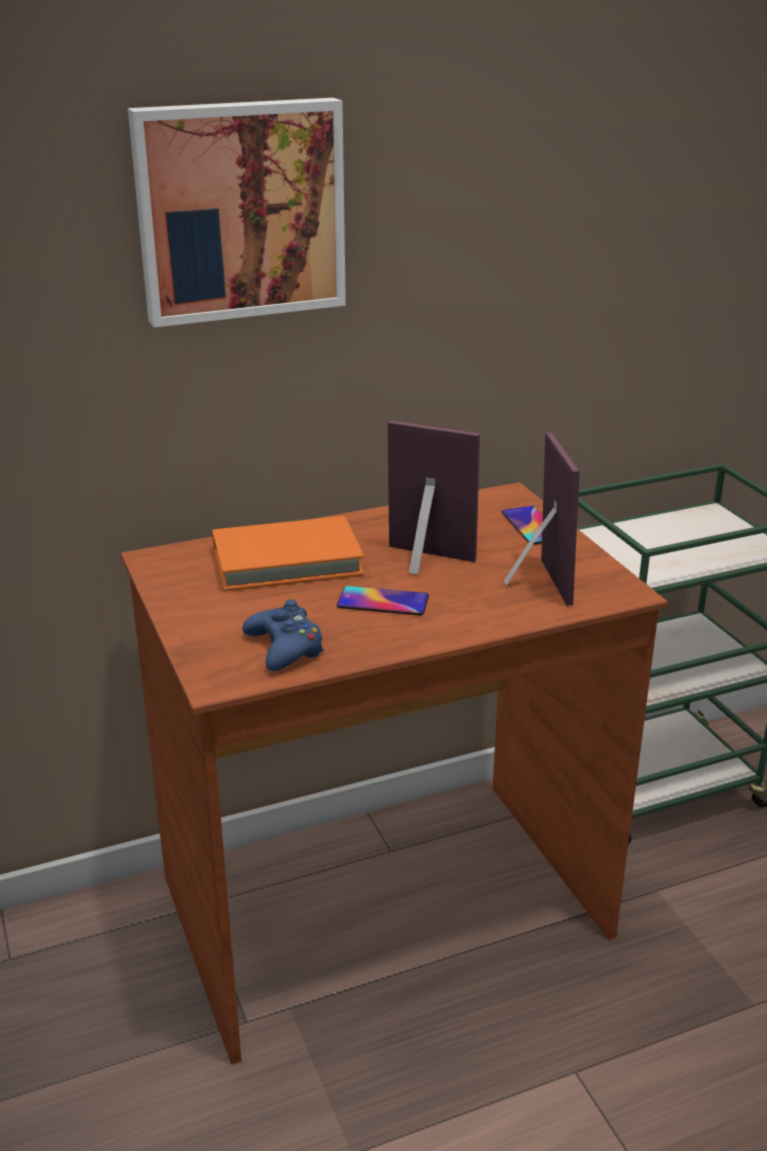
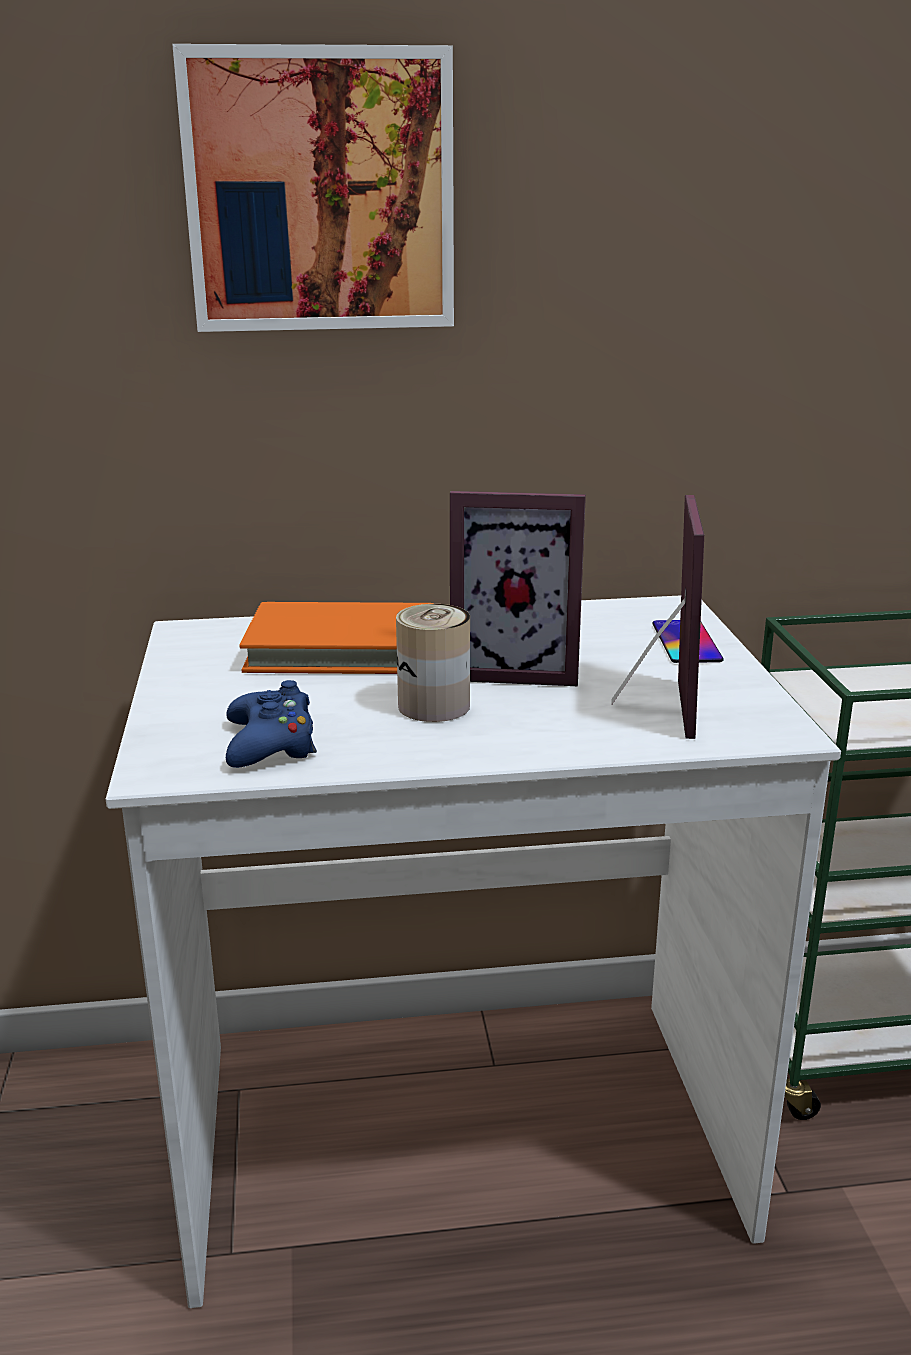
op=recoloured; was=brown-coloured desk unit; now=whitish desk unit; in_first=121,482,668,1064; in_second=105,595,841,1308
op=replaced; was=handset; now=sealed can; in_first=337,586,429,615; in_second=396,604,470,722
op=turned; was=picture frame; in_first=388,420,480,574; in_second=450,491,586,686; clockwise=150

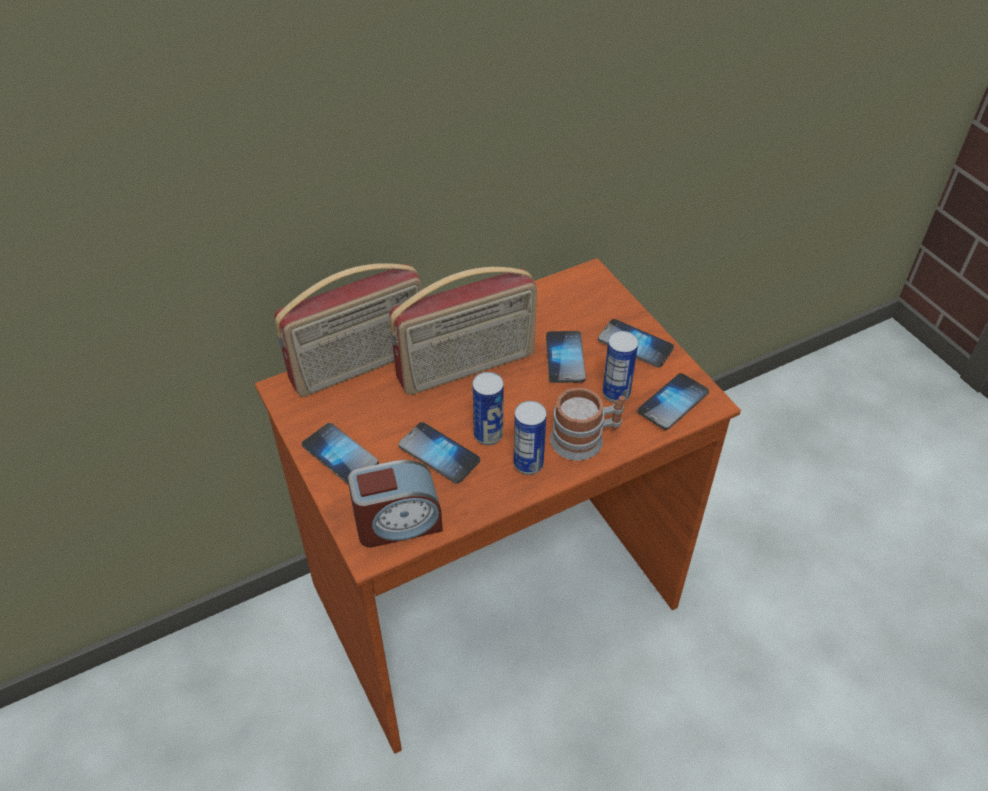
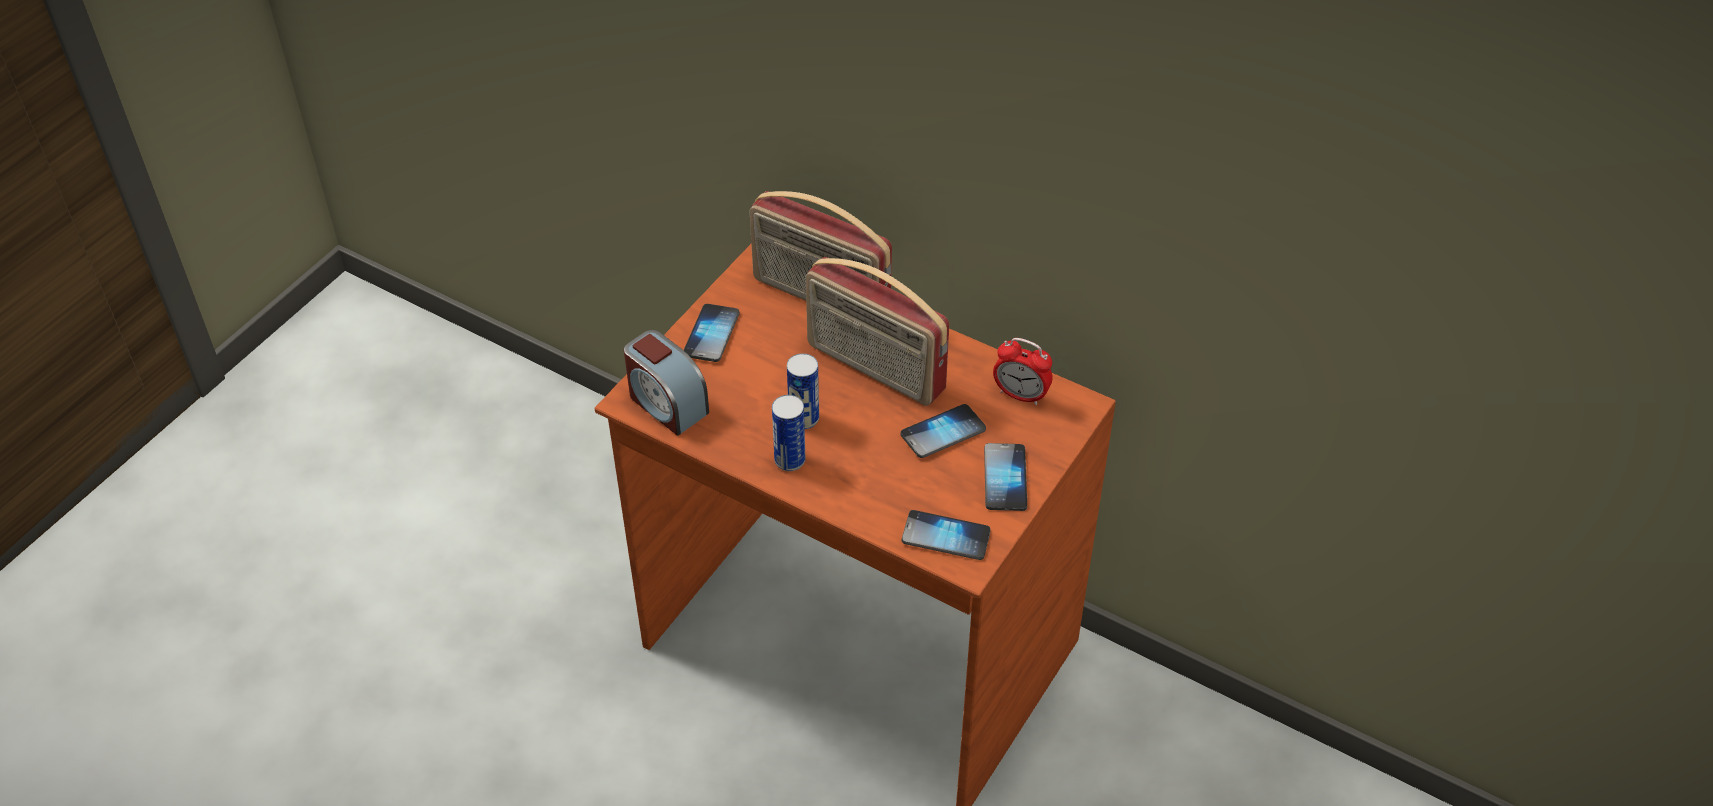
op=added; now=bedside clock; in_second=993,338,1053,405
op=removed; was=handset; in_first=398,422,480,484
op=removed; was=mug; in_first=550,388,625,461
op=removed; was=sealed can; in_first=602,331,638,403

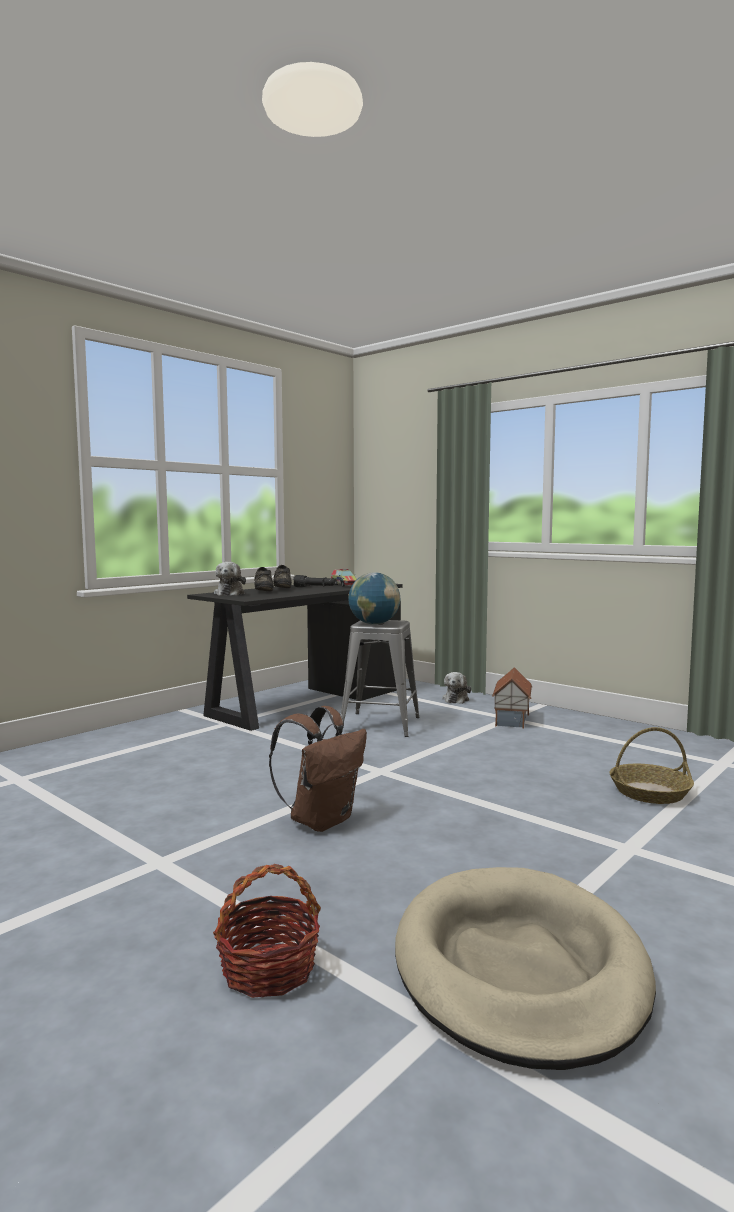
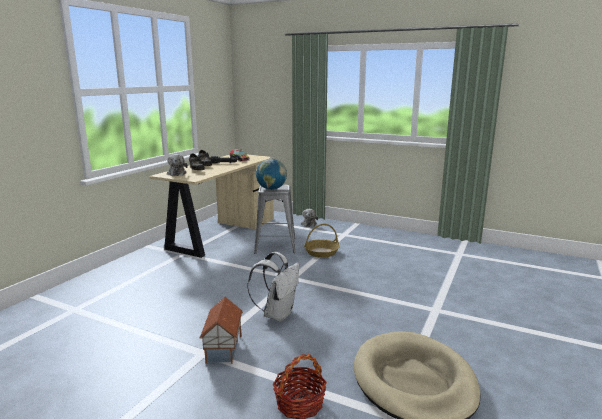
op=recoloured; was=black-coloured desk unit; now=beige-coloured desk unit; in_first=187,584,403,731; in_second=149,155,274,258
op=moved; was=miniature house; in_first=492,667,533,728; in_second=199,297,243,364
op=recoloured; was=brown-coloured knapsack; now=whitish knapsack; in_first=269,706,367,832; in_second=247,252,299,322
op=moved; was=basket; in_first=610,727,694,804; in_second=304,224,340,258

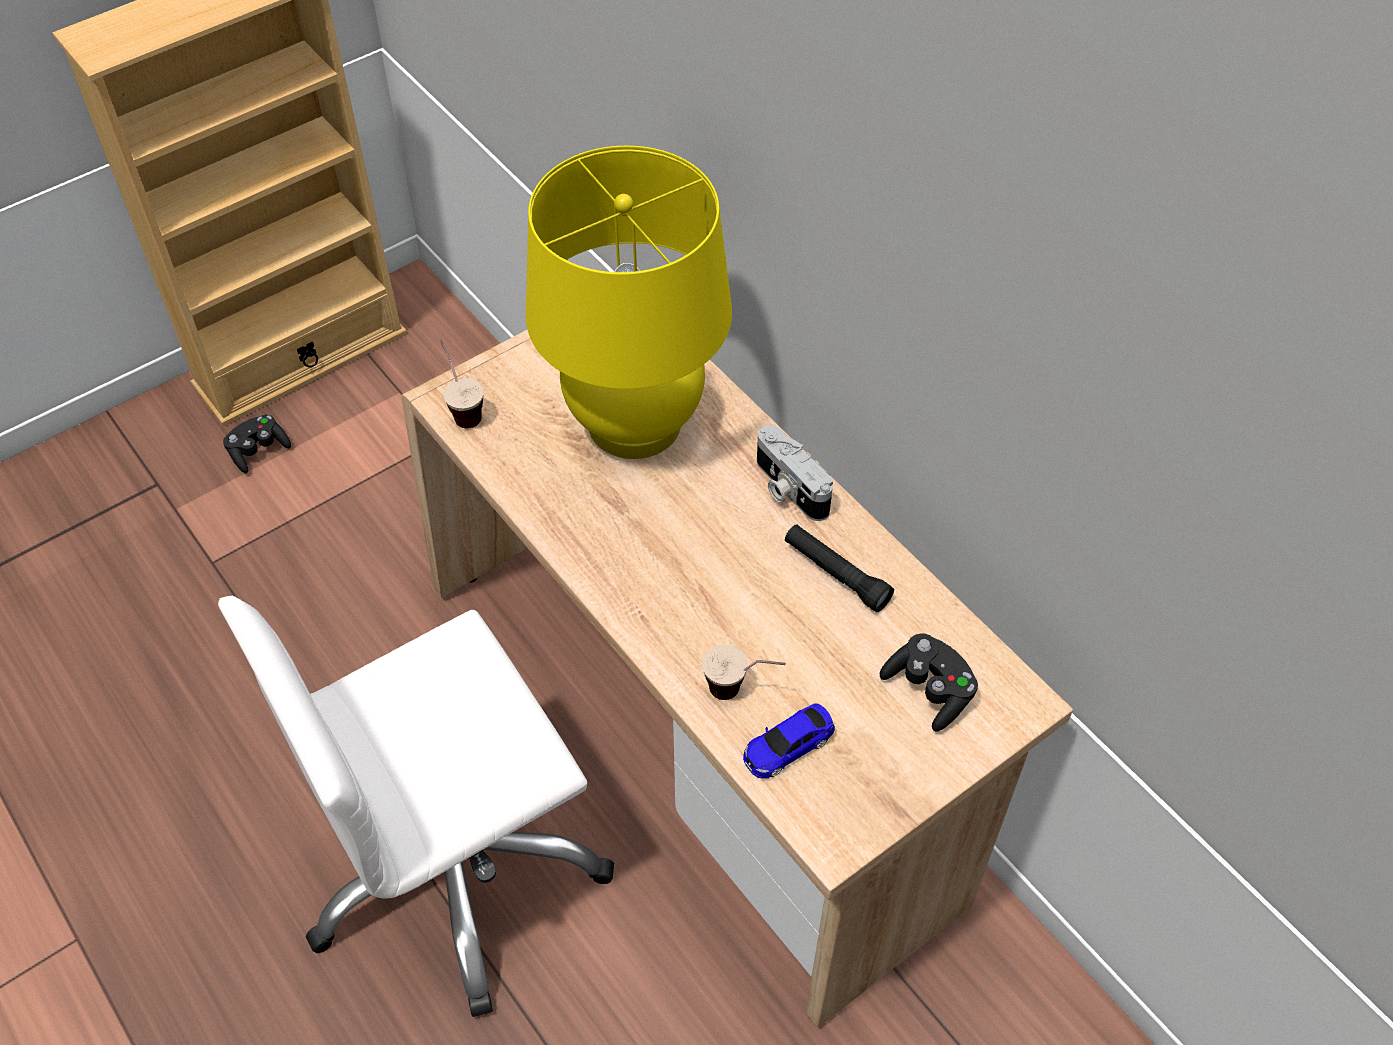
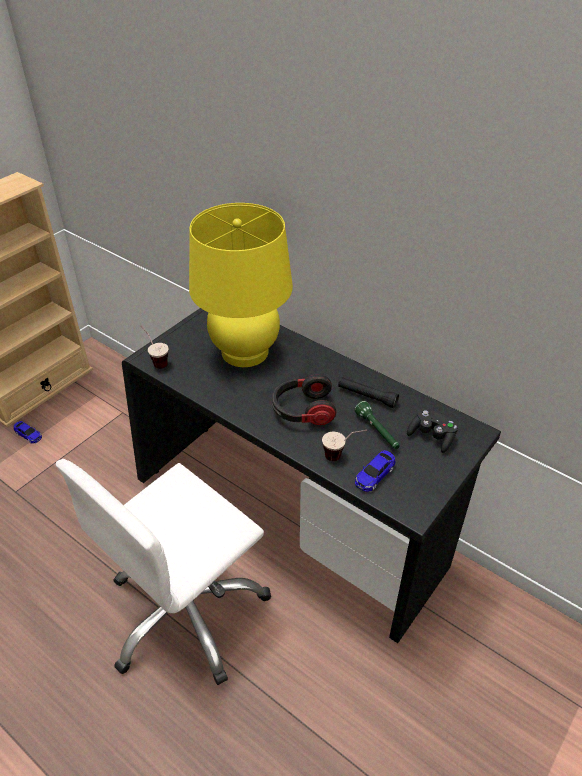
op=replaced; was=black-coloured gamepad; now=toy car; in_first=223,415,291,474; in_second=14,421,42,443
op=recoloured; was=beige-coloured desk unit; now=black-coloured desk unit; in_first=401,330,1073,1027; in_second=122,308,501,643
op=added; now=headphones; in_second=272,374,336,425
op=added; now=green flashlight; in_second=355,401,400,449
op=removed; was=still camera; in_first=757,425,833,521

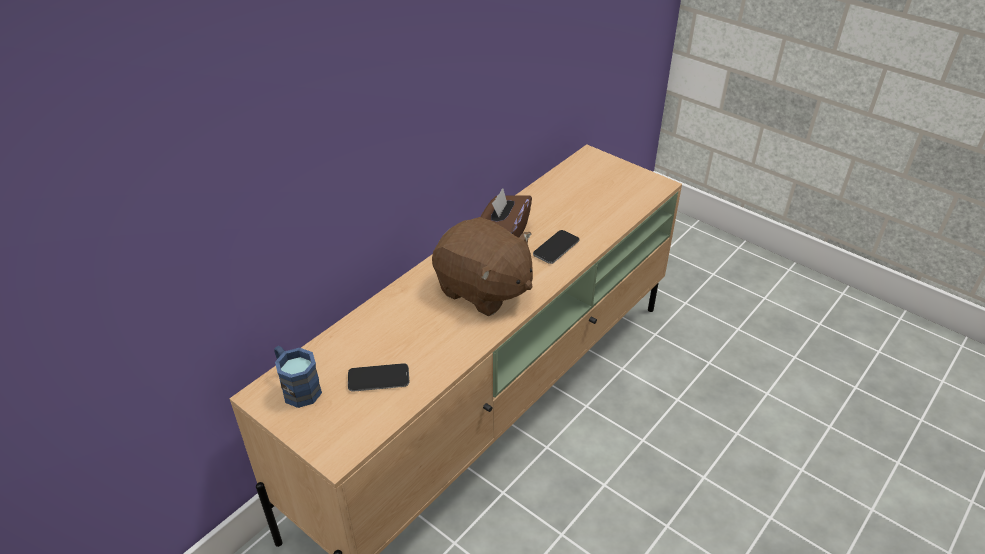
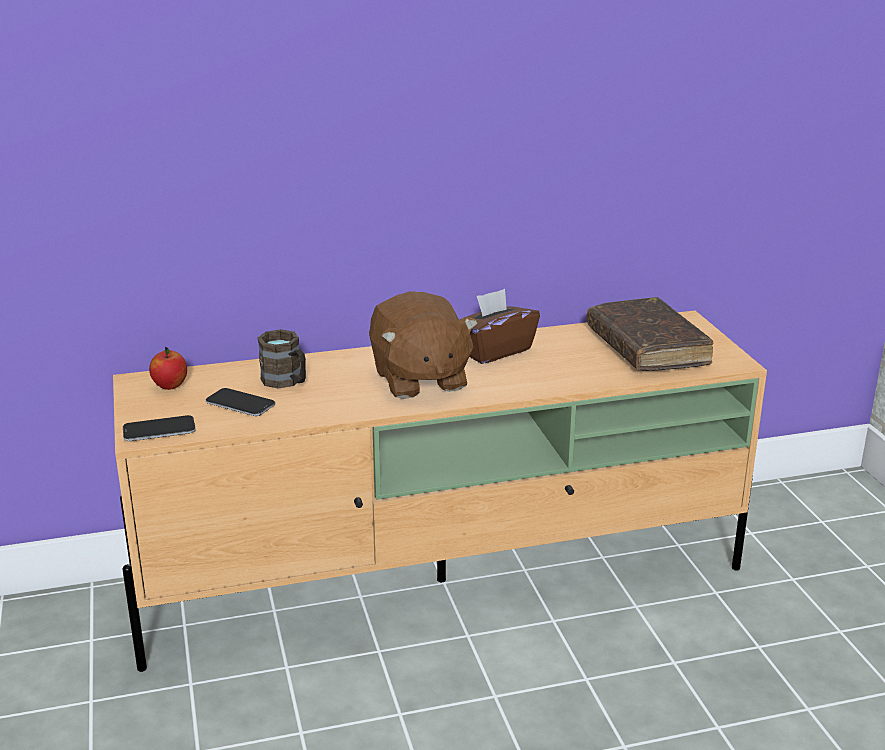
op=moved; was=handset; in_first=533,230,579,264; in_second=123,415,196,441
op=replaced; was=blue mug; now=apple fruit; in_first=274,346,322,408; in_second=149,347,187,390
op=added; now=brown-coloured mug; in_second=258,329,306,389
op=added; now=brown-coloured bound book; in_second=586,297,713,371

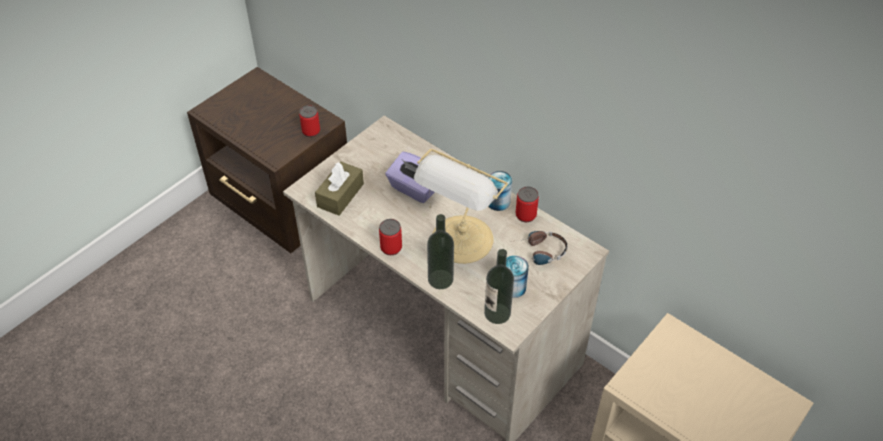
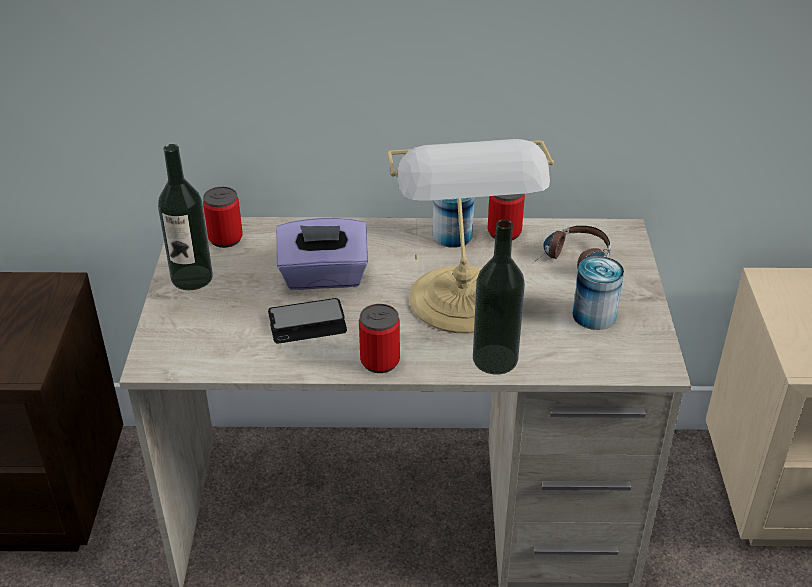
op=moved; was=bottle; in_first=484,249,514,324; in_second=158,144,213,290
op=moved; was=sealed can; in_first=299,105,320,137; in_second=203,187,243,248
op=added; now=handset; in_second=268,298,347,344
op=removed; was=brown-coloured box of tissues; in_first=315,161,364,216

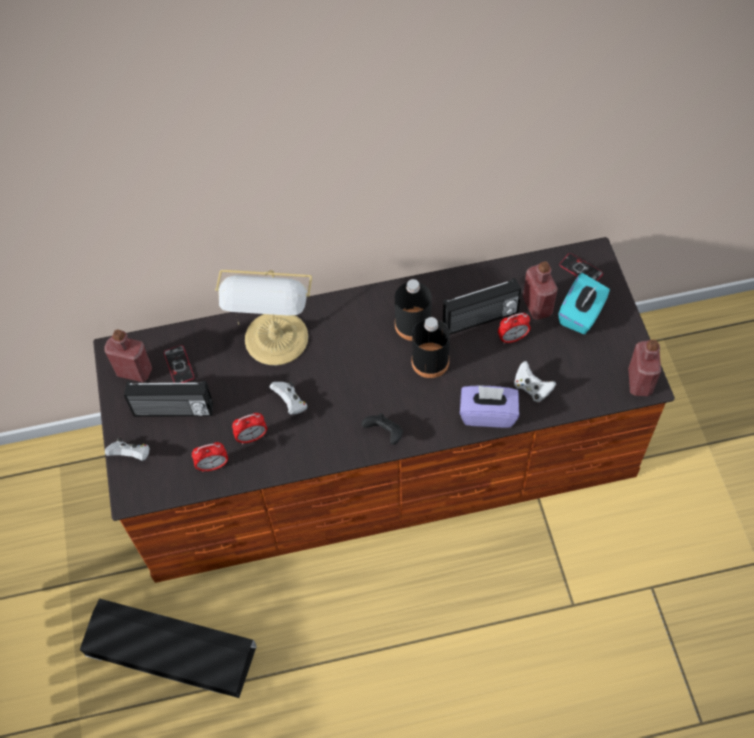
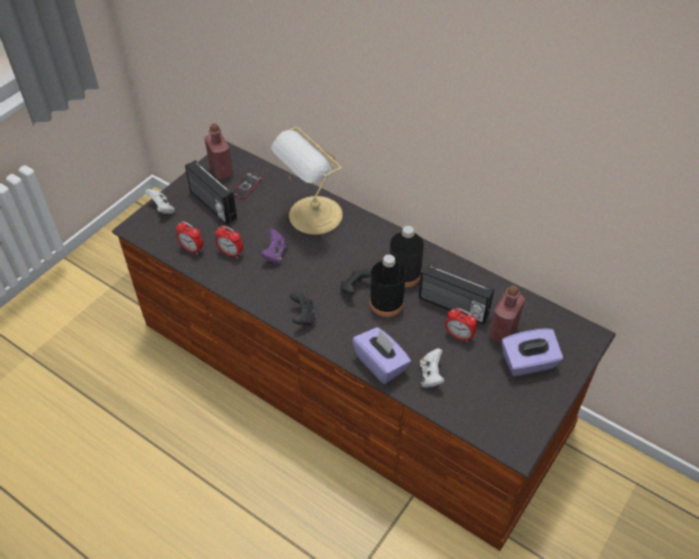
op=recoloured; was=whitish gamepad; now=purple gamepad; in_first=269,382,307,415; in_second=260,229,288,264
op=added; now=black-coloured gamepad; in_second=340,269,372,294
op=recoloured; was=turquoise box of tissues; now=purple box of tissues; in_first=558,273,610,334; in_second=501,328,563,376
op=removed; was=black-coloured storage box; in_first=80,598,257,698
op=removed; was=handset; in_first=559,253,603,281
op=removed; was=red bottle; in_first=628,340,661,396

